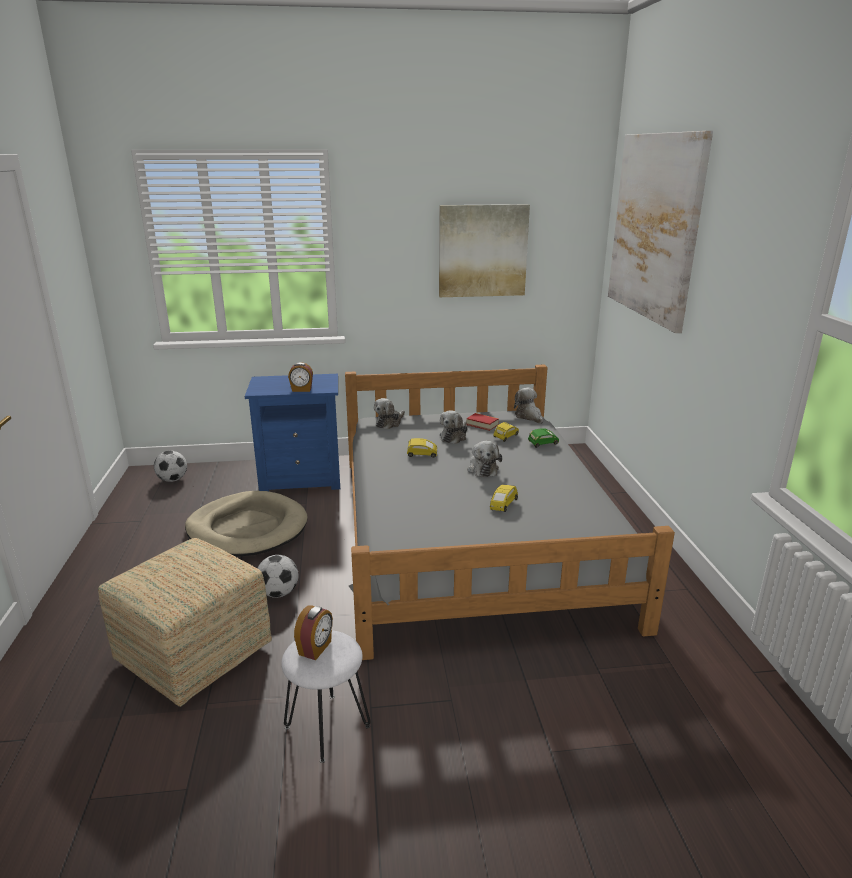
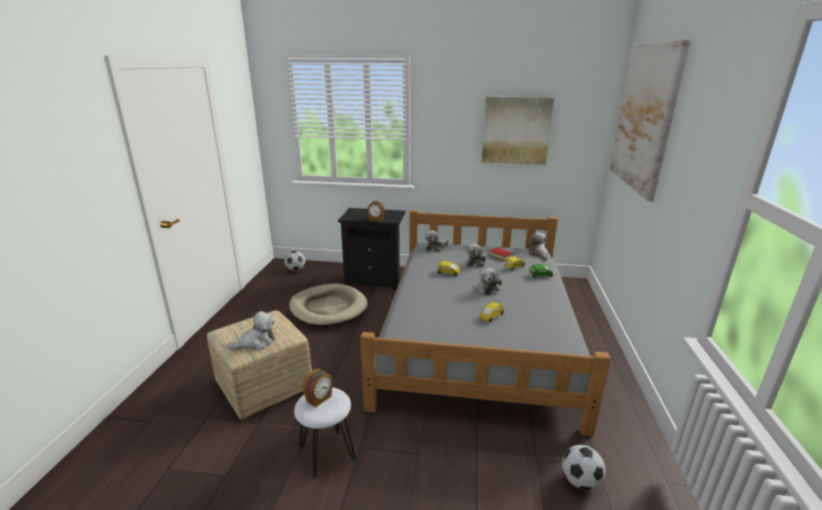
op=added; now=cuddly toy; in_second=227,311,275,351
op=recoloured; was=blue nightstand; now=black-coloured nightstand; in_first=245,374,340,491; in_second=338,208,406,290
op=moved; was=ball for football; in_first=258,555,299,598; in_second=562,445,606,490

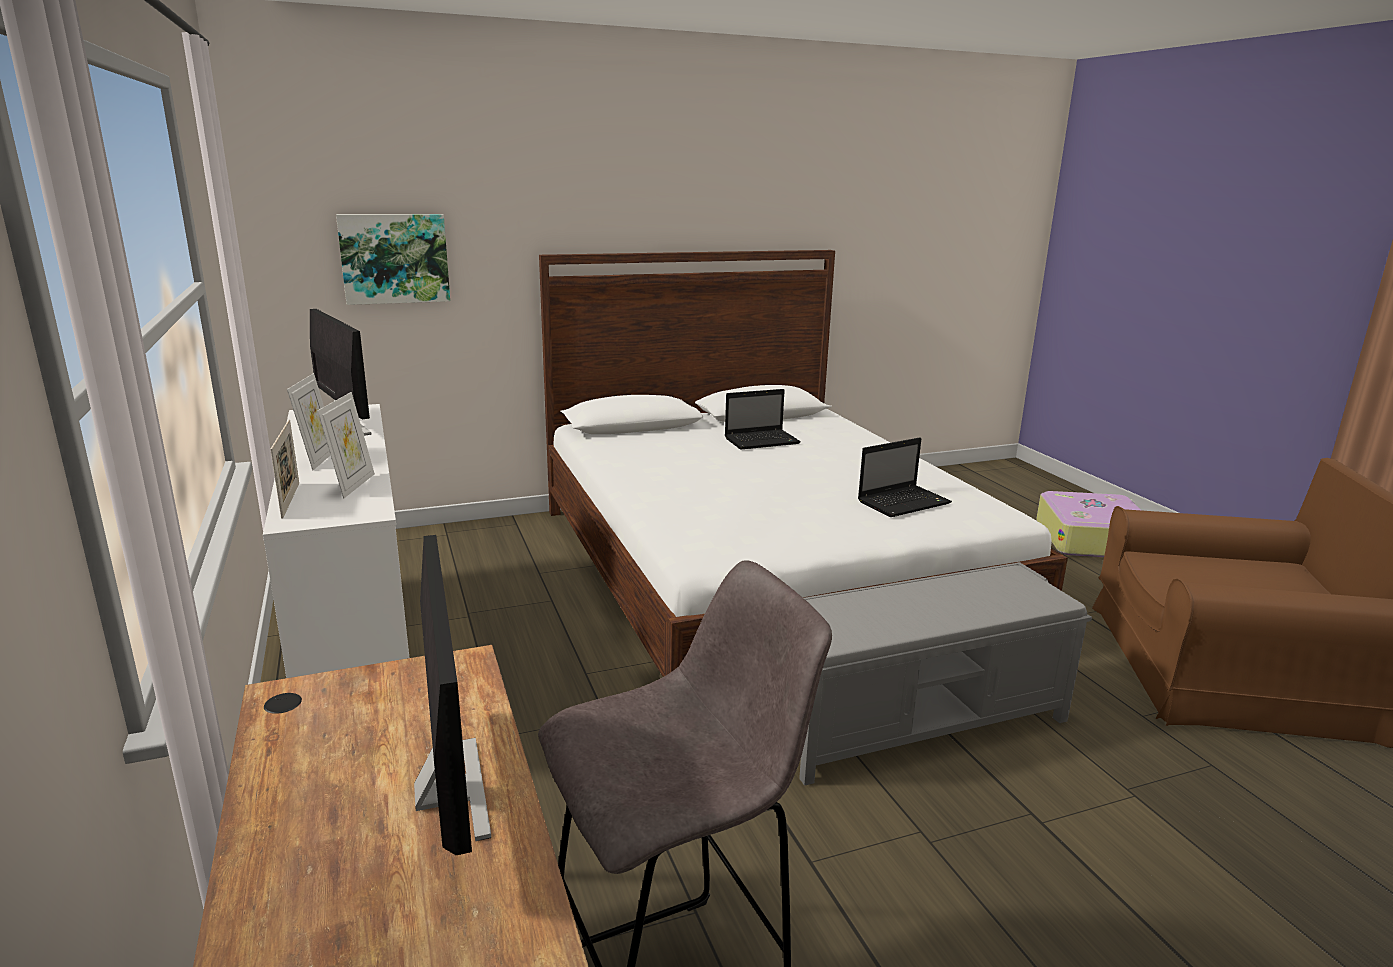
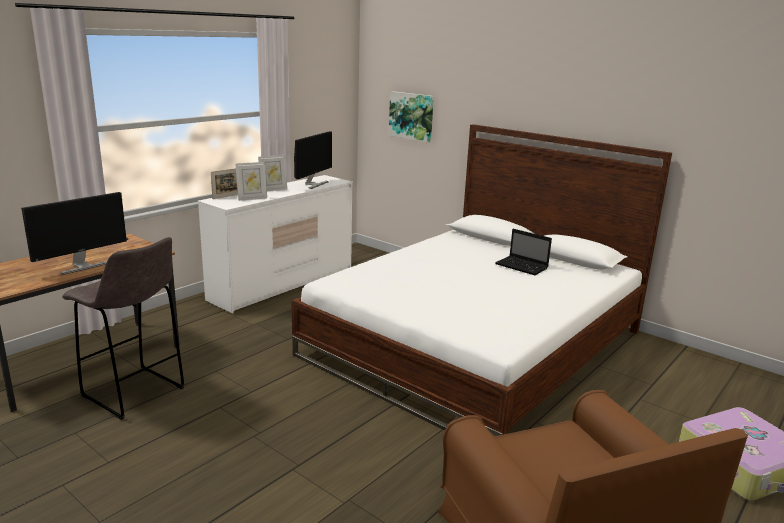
op=removed; was=greyish long seat; in_first=799,562,1092,786
op=removed; was=notebook computer; in_first=858,437,952,517

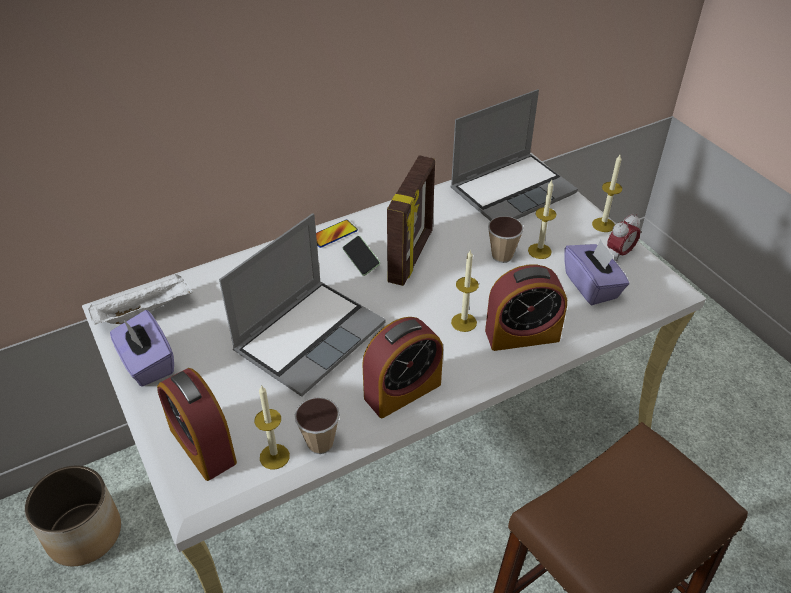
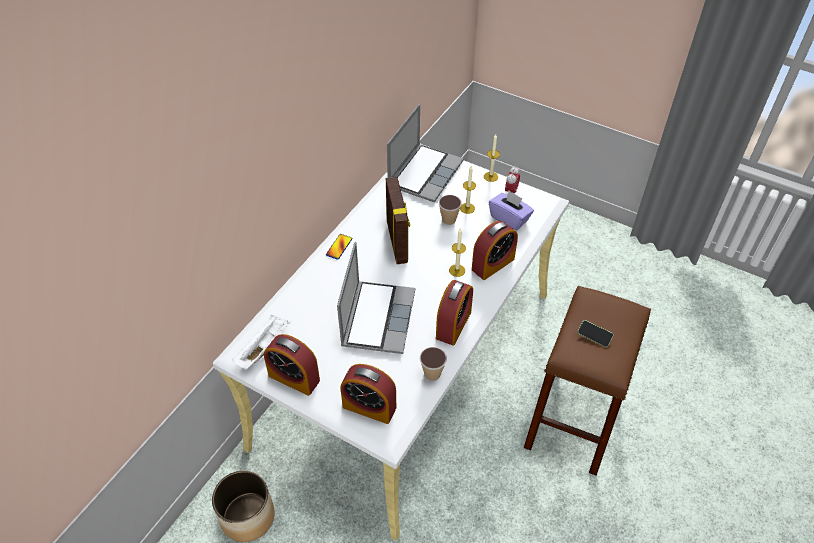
op=replaced; was=purple box of tissues; now=bedside clock; in_first=110,310,174,386; in_second=264,334,320,396
op=moved; was=handset; in_first=343,236,380,276; in_second=578,320,614,347
op=removed; was=wax light; in_first=254,385,290,470

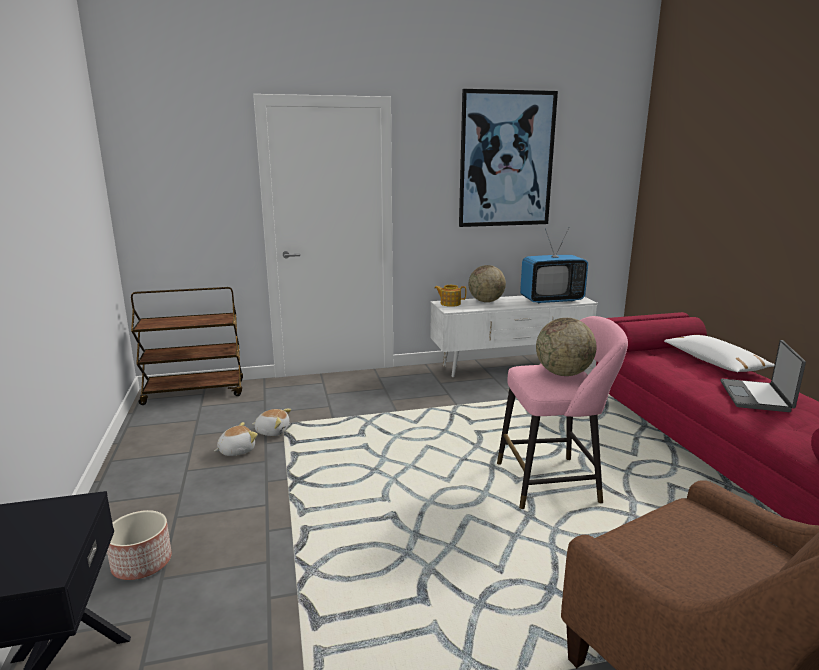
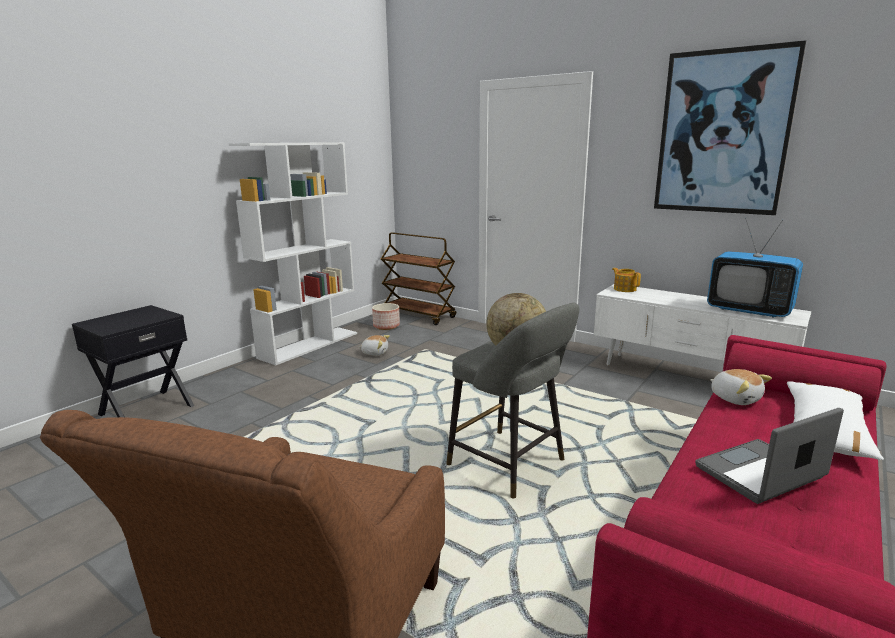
op=added; now=whitish bookcase; in_second=229,142,357,365
op=moved; was=flower pot; in_first=107,510,172,580; in_second=372,303,400,330
op=recoloured; was=pink-coloured stool seat; now=greyish stool seat; in_first=497,316,628,509; in_second=446,303,579,498
op=moved; was=cuddly toy; in_first=252,408,291,436; in_second=710,369,772,405
op=removed; was=world globe; in_first=469,265,506,302

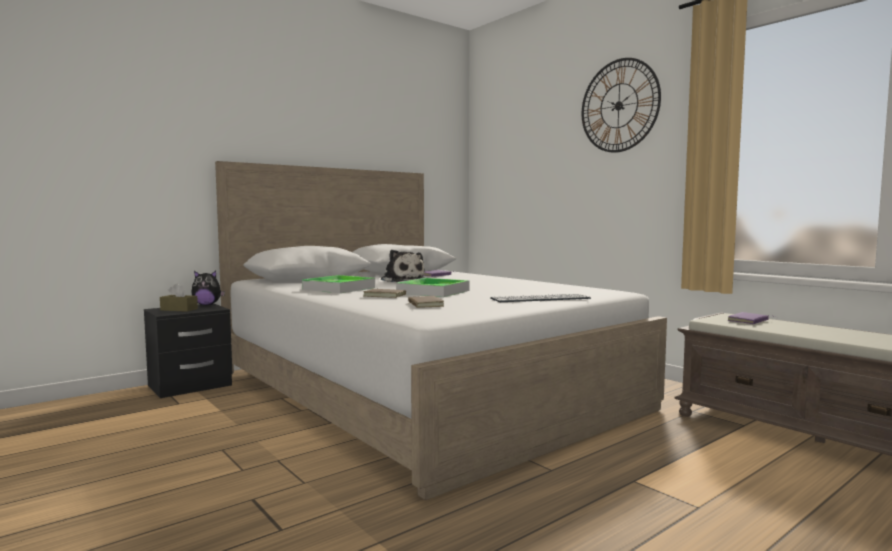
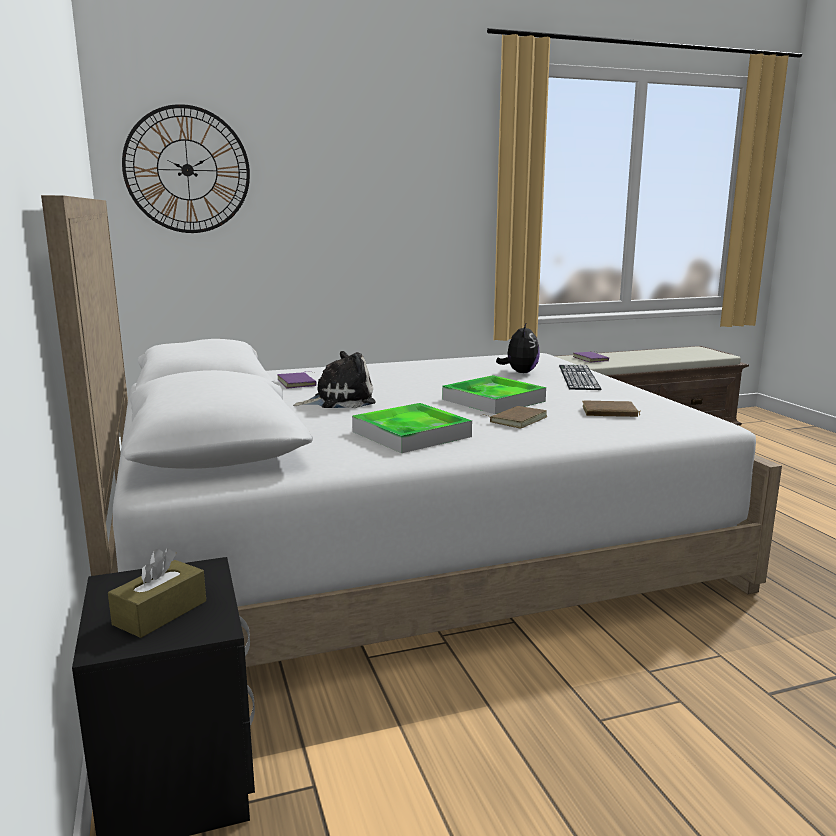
op=moved; was=hanging clock; in_first=582,58,661,153; in_second=122,104,250,233
op=moved; was=cuddly toy; in_first=191,271,225,305; in_second=496,322,540,373

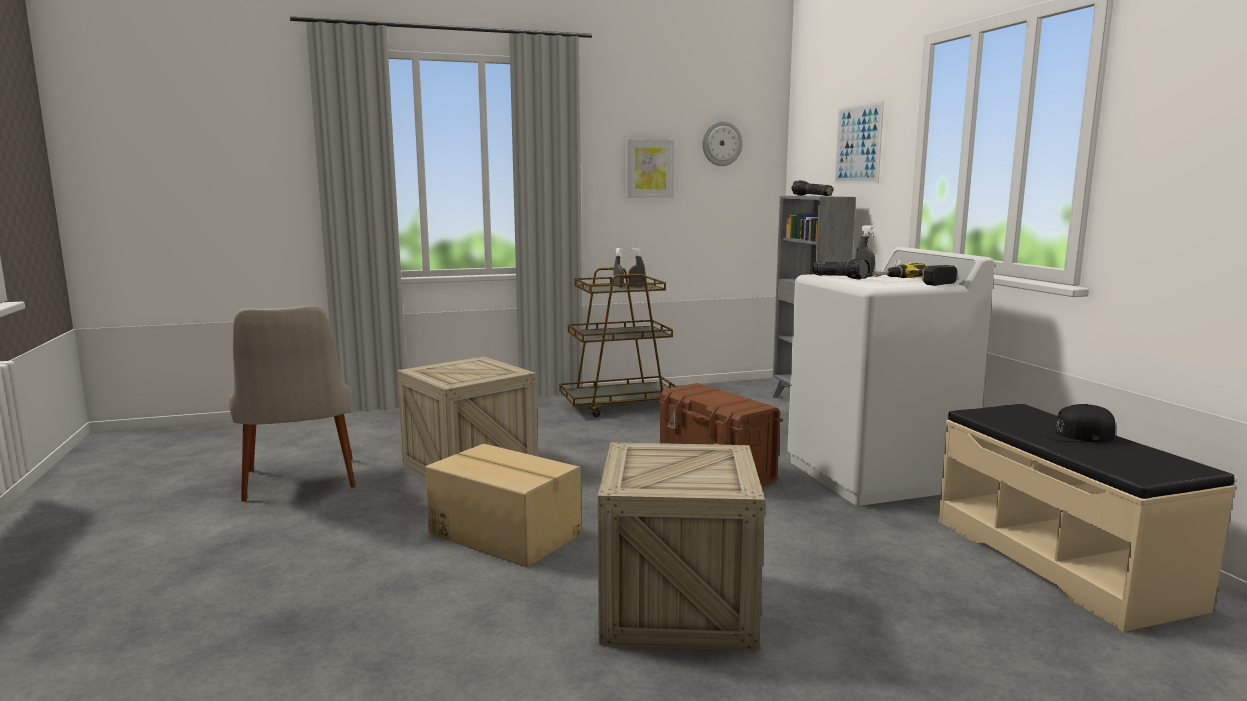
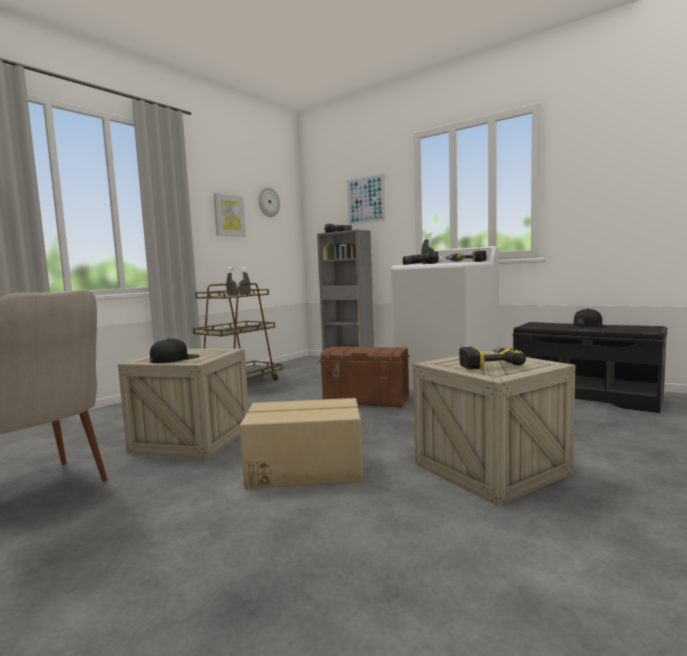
op=added; now=black-coloured baseball cap; in_second=150,338,200,363
op=added; now=drill; in_second=459,347,526,369
op=recoloured; was=beige-coloured long seat; now=black-coloured long seat; in_first=938,404,1235,632; in_second=513,322,667,413

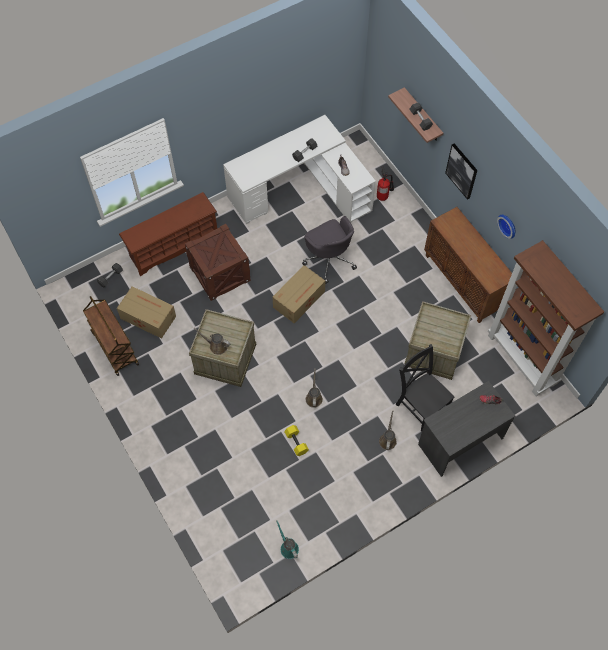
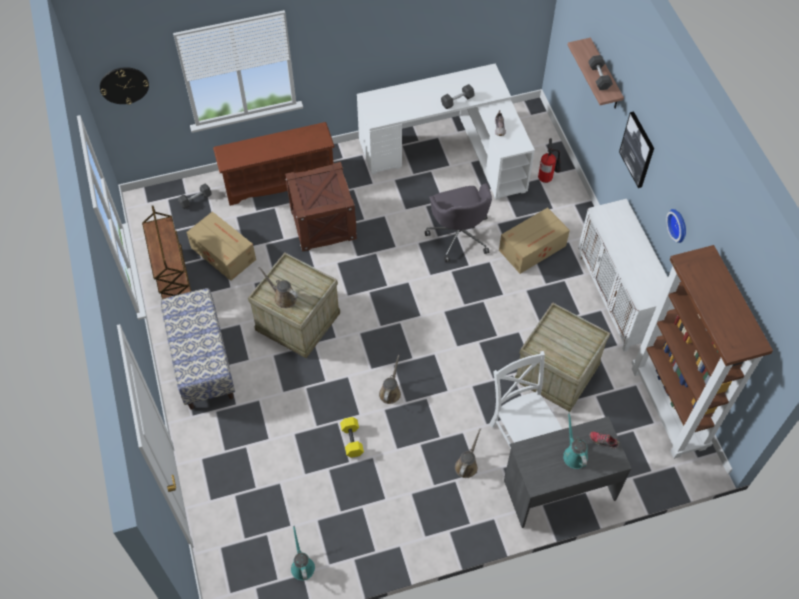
op=added; now=hanging clock; in_second=100,67,149,105
op=added; now=long seat; in_second=160,288,235,410
op=recoloured; was=black-coloured plain chair; now=whitish plain chair; in_first=395,344,454,432; in_second=489,351,562,448
op=moved; was=carton; in_first=272,265,325,323; in_second=499,208,570,274
op=added; now=turquoise watering can; in_second=563,412,588,469
op=recoloured; was=brown-coloured storage cabinet; now=whitish storage cabinet; in_first=424,207,512,323; in_second=578,199,675,352

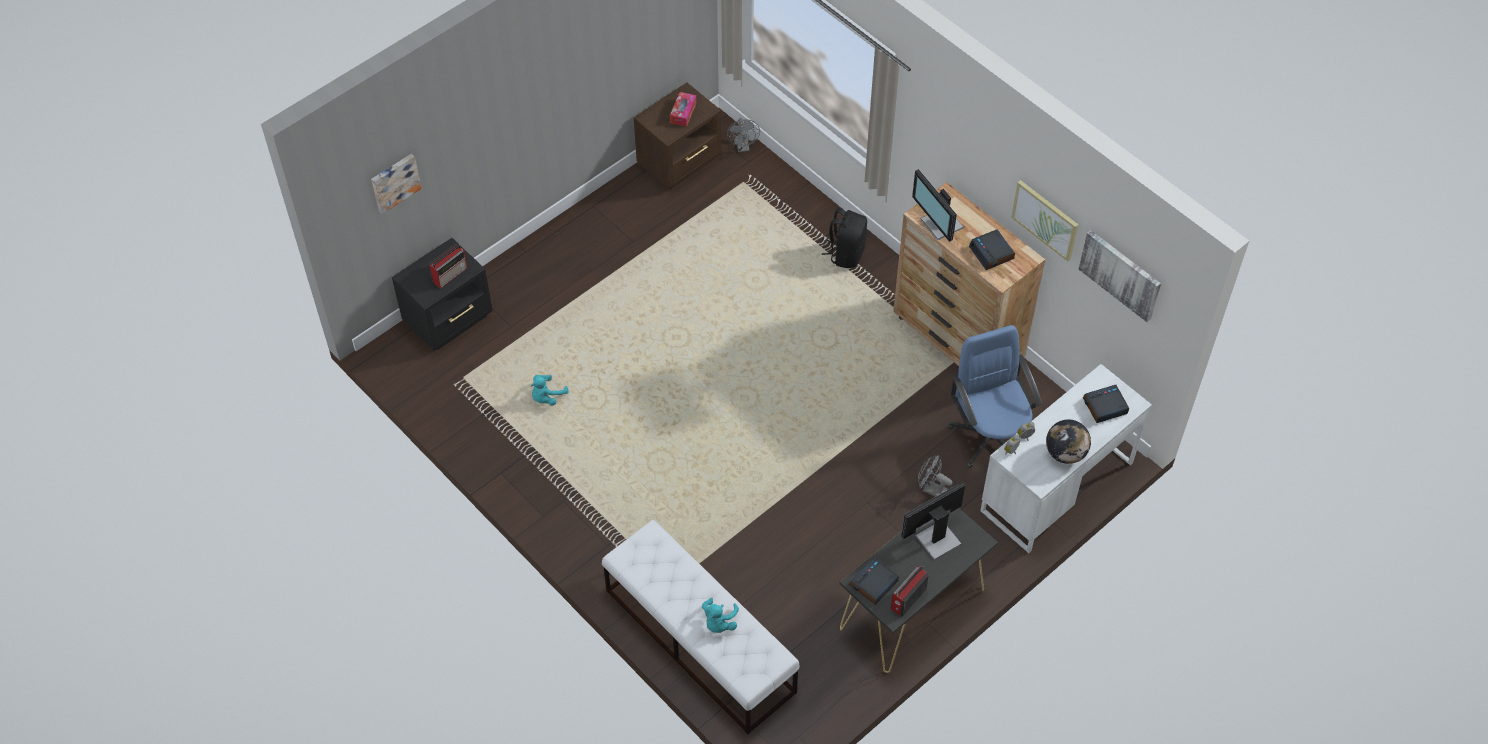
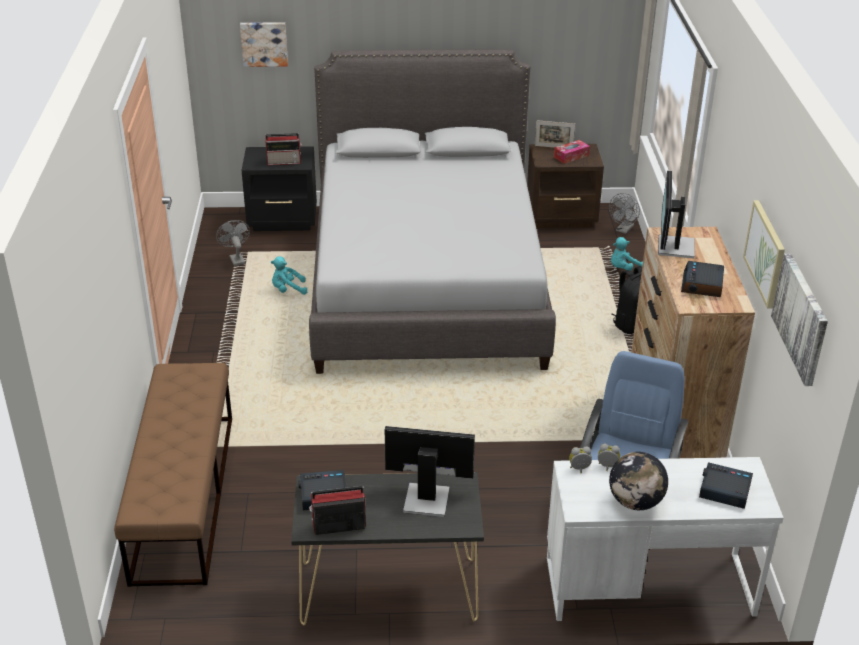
op=recoloured; was=whitish long seat; now=brown-coloured long seat; in_first=602,520,800,734; in_second=114,363,232,587
op=moved; was=greyish electric fan; in_first=918,455,953,497; in_second=216,220,250,266
op=added; now=greyish bedroom bed; in_second=309,49,556,374
op=added; now=picture frame; in_second=535,120,575,147
op=moved; was=turquoise cuddly toy; in_first=702,598,739,633; in_second=611,237,643,271

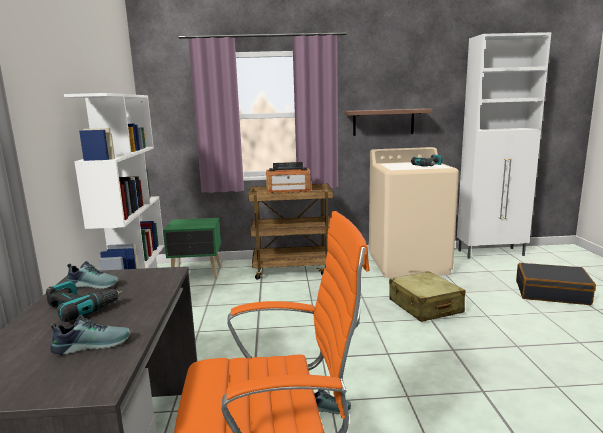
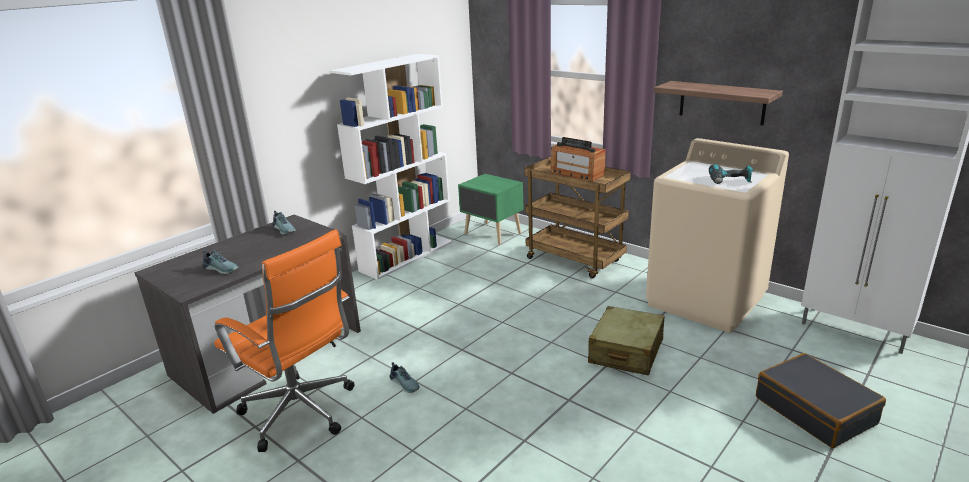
op=removed; was=drill; in_first=46,281,123,322

